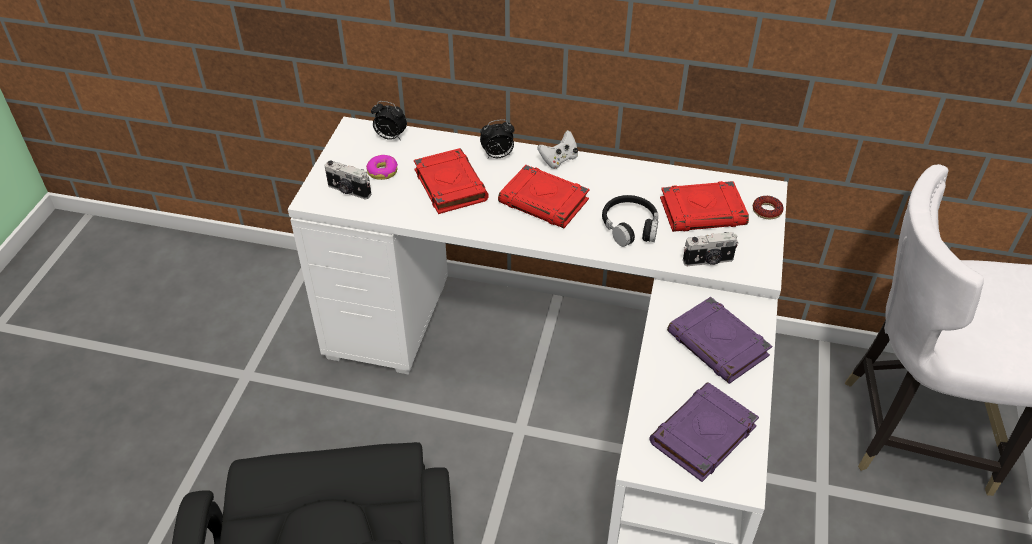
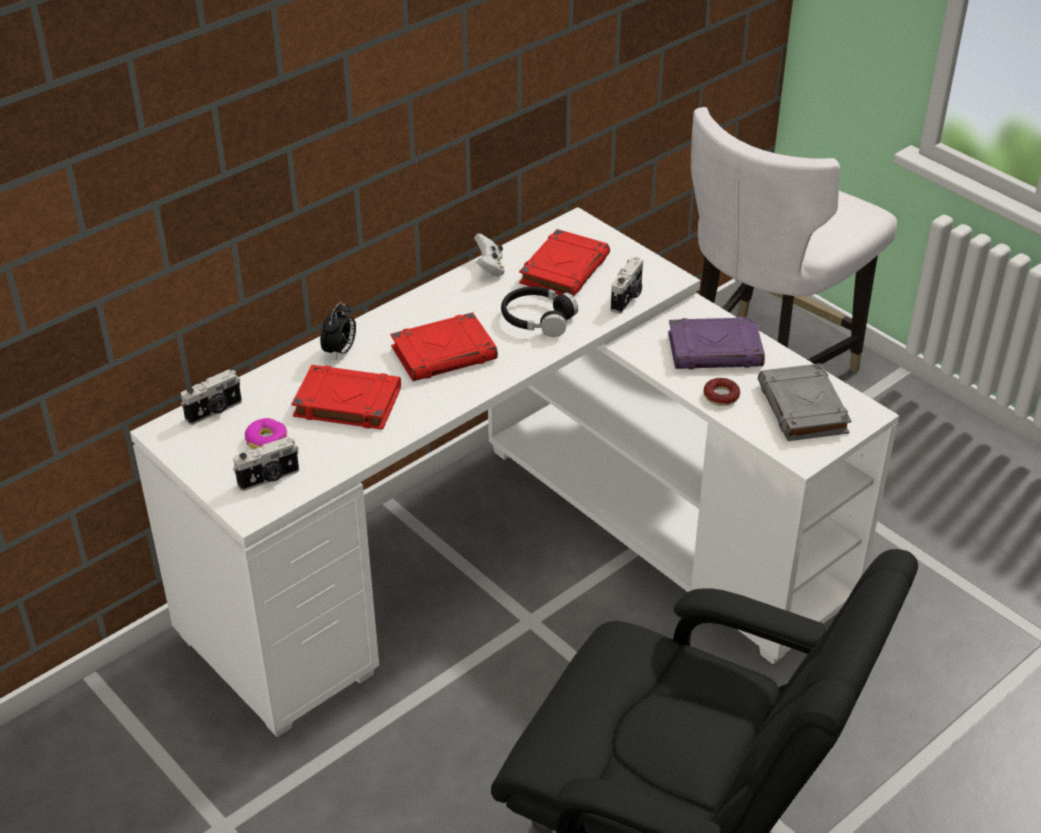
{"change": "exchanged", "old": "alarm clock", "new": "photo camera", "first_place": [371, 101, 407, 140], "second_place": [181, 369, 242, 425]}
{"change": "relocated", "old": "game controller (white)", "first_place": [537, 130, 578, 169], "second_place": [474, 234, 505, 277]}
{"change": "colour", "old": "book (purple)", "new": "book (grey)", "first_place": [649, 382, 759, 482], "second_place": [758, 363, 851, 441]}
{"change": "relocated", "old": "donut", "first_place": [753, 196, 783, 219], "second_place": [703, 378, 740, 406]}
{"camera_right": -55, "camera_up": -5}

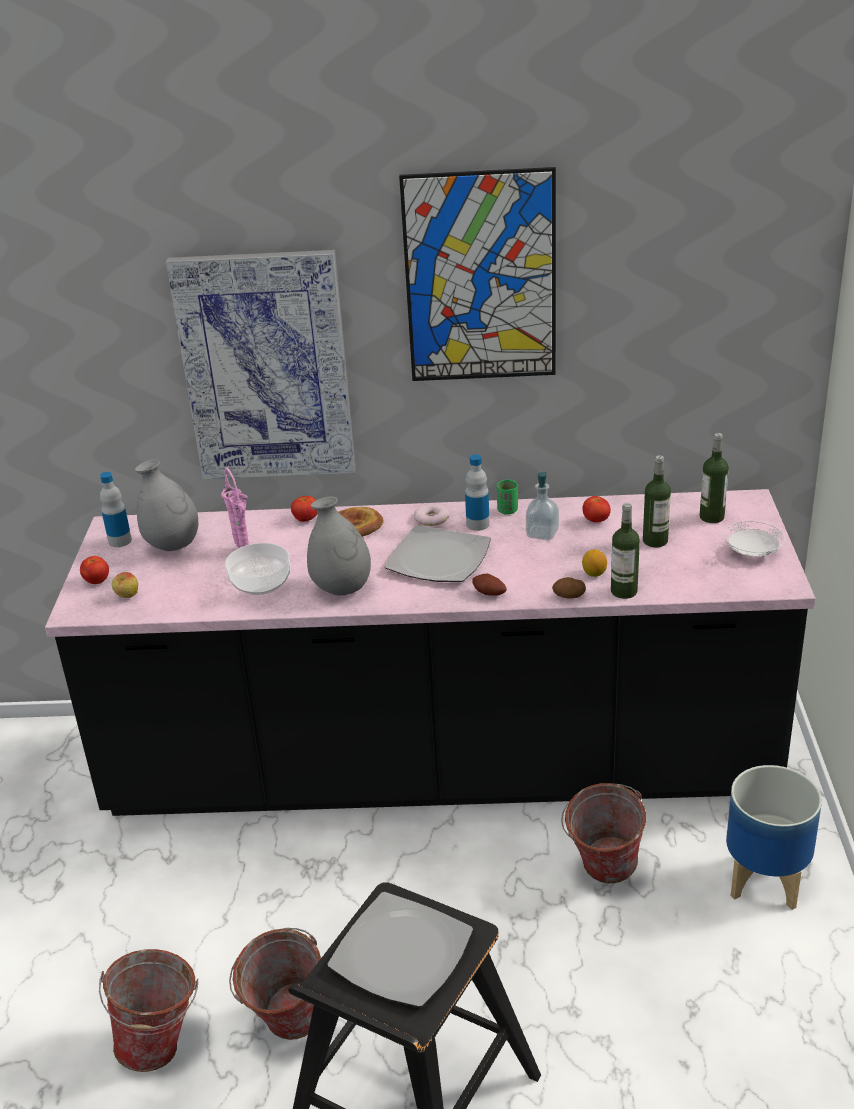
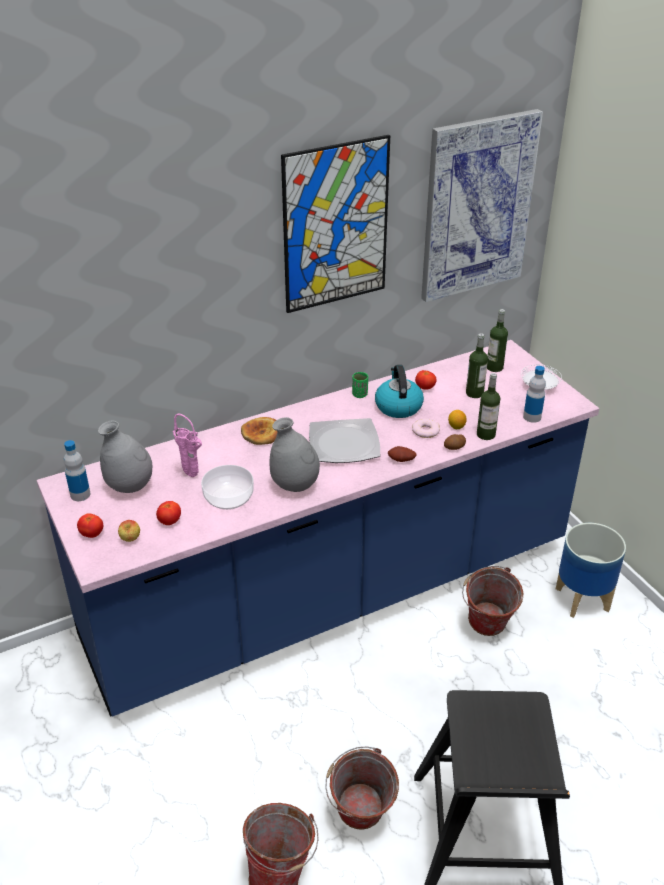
{"change": "colour", "old": "counter (black)", "new": "counter (blue)", "first_place": [45, 489, 815, 816], "second_place": [37, 340, 599, 717]}
{"change": "relocated", "old": "picture", "first_place": [166, 250, 356, 479], "second_place": [421, 109, 543, 302]}
{"change": "relocated", "old": "tomato", "first_place": [291, 496, 317, 522], "second_place": [156, 501, 181, 525]}
{"change": "missing", "old": "plate", "first_place": [327, 892, 473, 1007]}
{"change": "relocated", "old": "donut", "first_place": [414, 504, 450, 526], "second_place": [412, 419, 440, 438]}
{"change": "relocated", "old": "bottle", "first_place": [465, 454, 490, 531], "second_place": [523, 366, 546, 423]}
{"change": "exchanged", "old": "soap dispenser", "new": "kettle", "first_place": [526, 472, 559, 541], "second_place": [375, 365, 424, 418]}
{"camera_right": -30, "camera_up": 5}

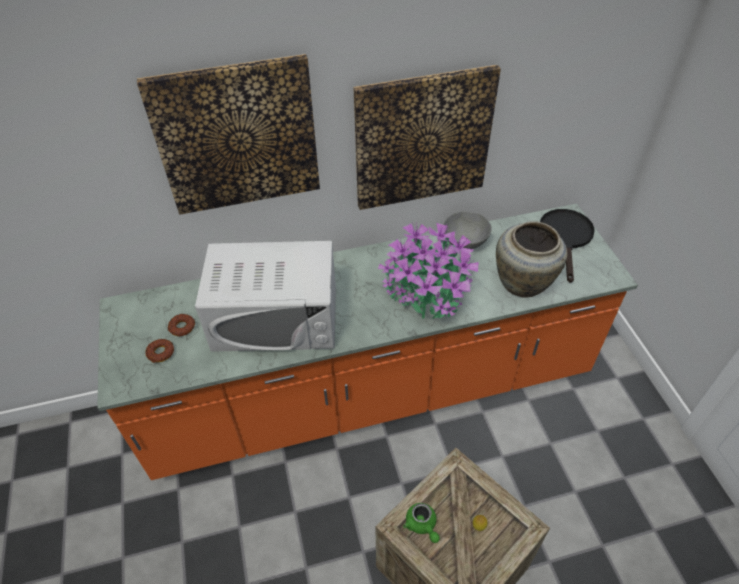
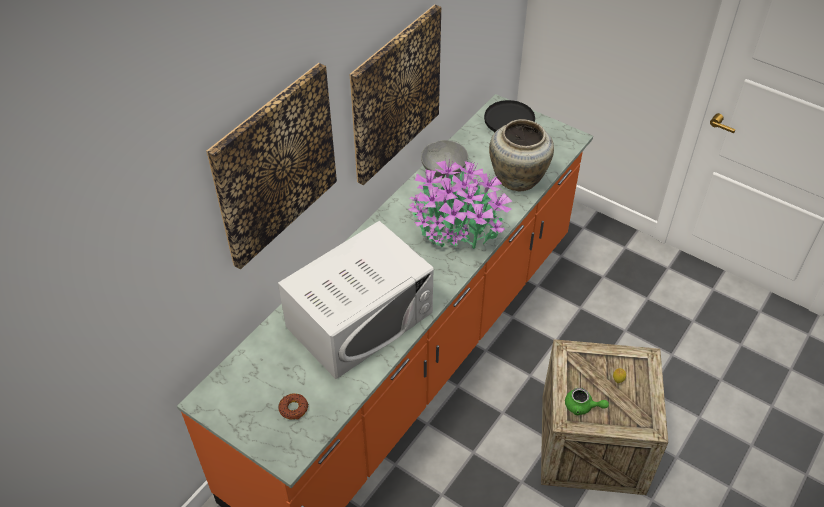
{"change": "missing", "old": "donut", "first_place": [168, 314, 195, 336]}
{"camera_right": -40, "camera_up": 0}

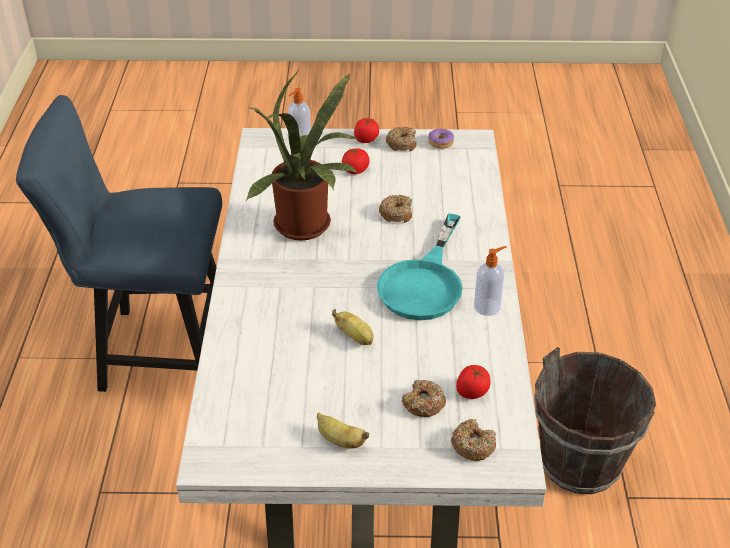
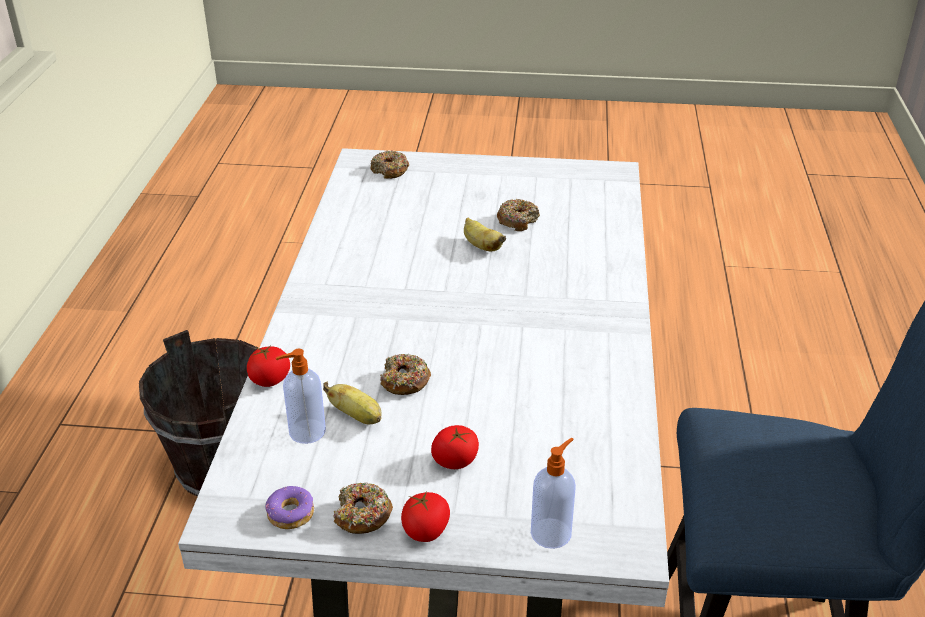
{"change": "missing", "old": "potted plant", "first_place": [246, 67, 360, 241]}
{"change": "relocated", "old": "banana", "first_place": [317, 413, 369, 448], "second_place": [323, 382, 382, 424]}
{"change": "missing", "old": "frying pan (turquoise)", "first_place": [377, 214, 463, 320]}
{"change": "relocated", "old": "donut", "first_place": [401, 379, 446, 417], "second_place": [497, 199, 540, 231]}
{"change": "relocated", "old": "tomato", "first_place": [456, 365, 491, 399], "second_place": [247, 346, 290, 387]}
{"change": "relocated", "old": "soap dispenser", "first_place": [474, 246, 507, 316], "second_place": [276, 349, 326, 444]}
{"camera_right": -175, "camera_up": -5}

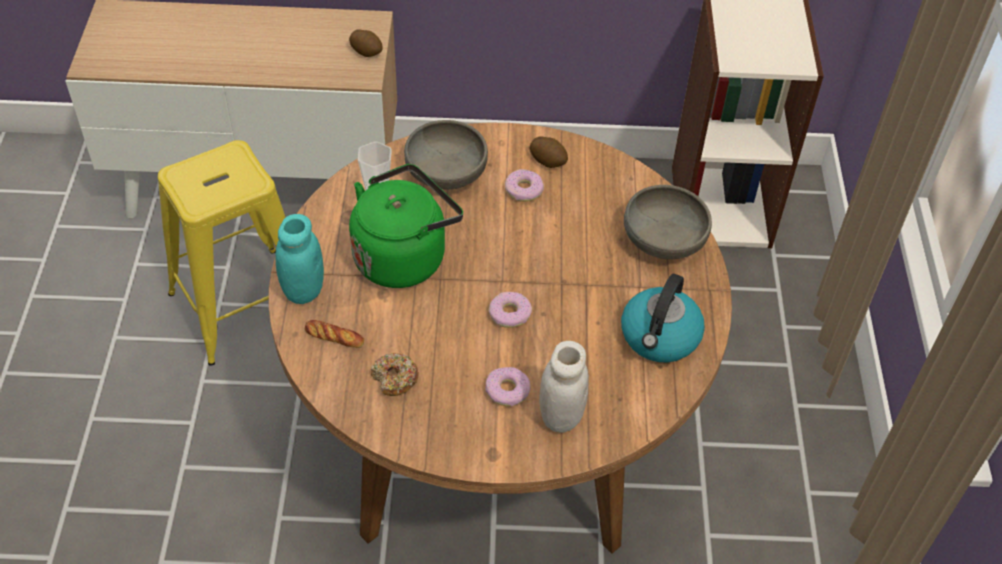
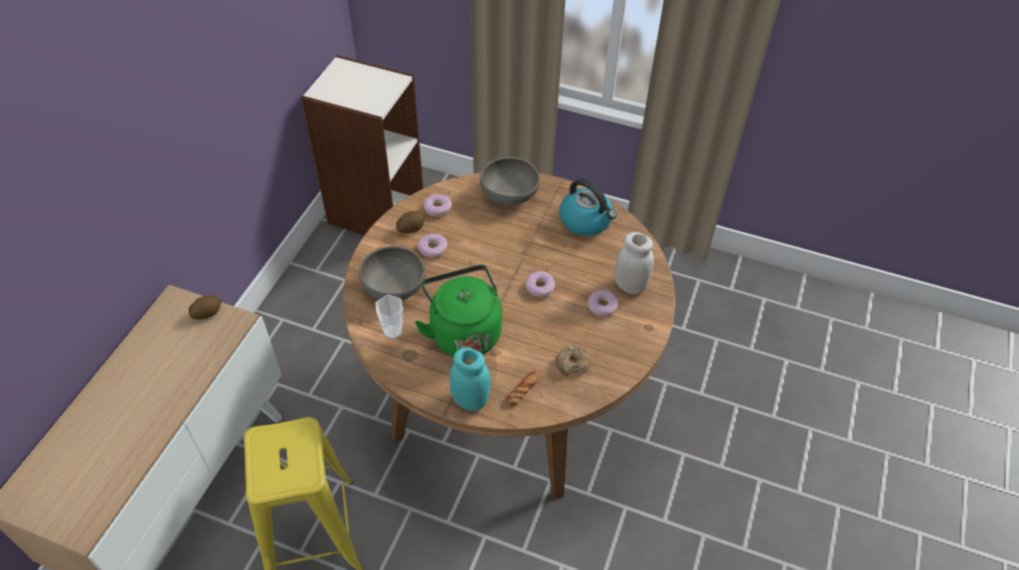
{"change": "appeared", "new": "donut", "second_place": [423, 194, 452, 216]}
{"camera_right": -70, "camera_up": 0}

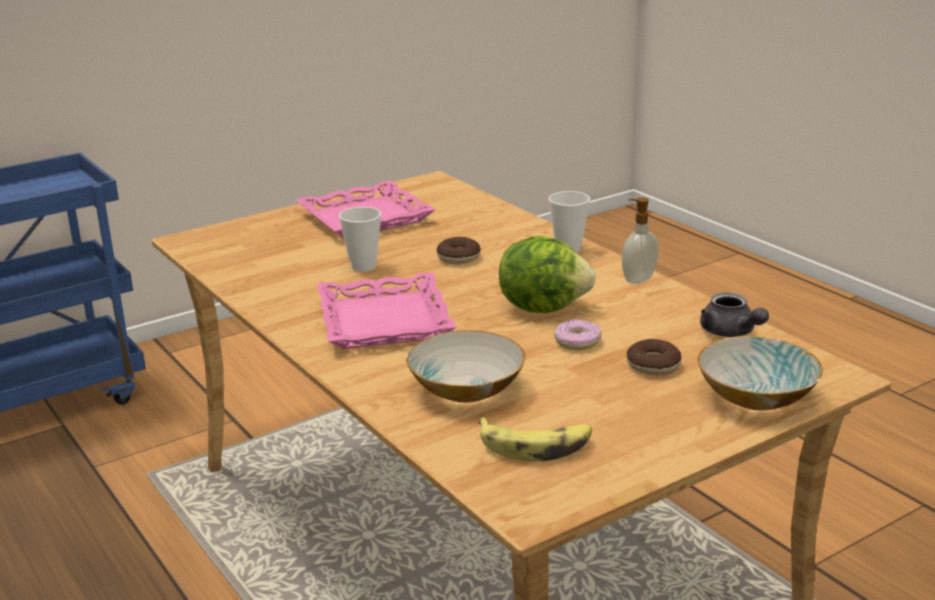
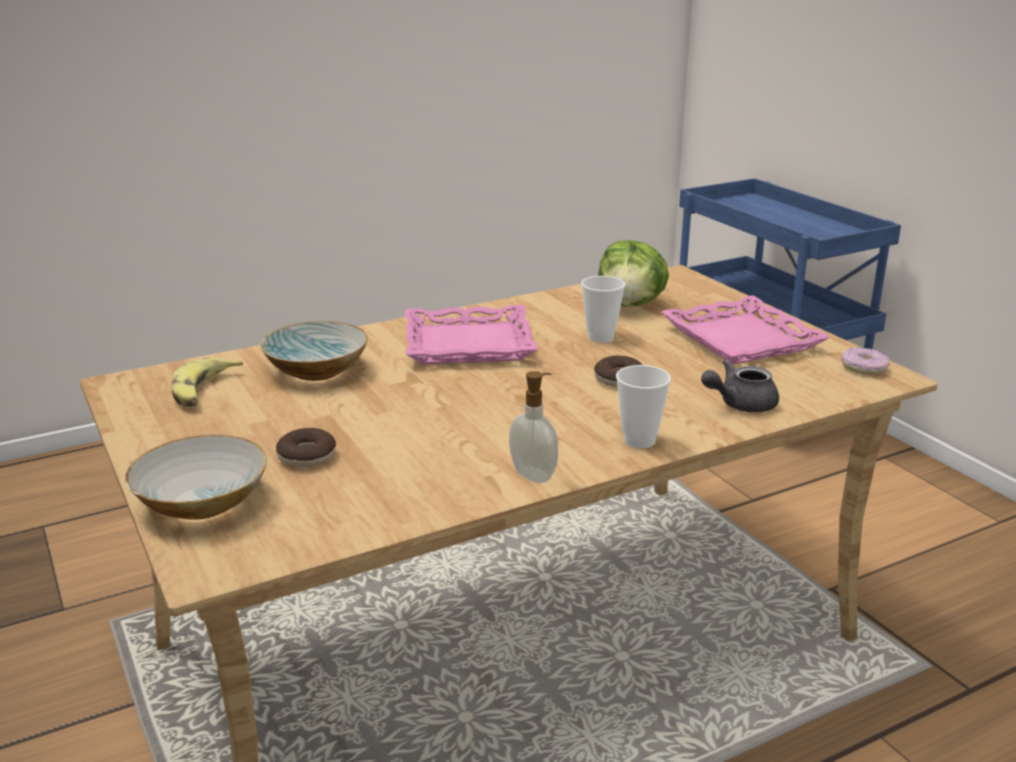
{"change": "relocated", "old": "lettuce", "first_place": [499, 236, 596, 313], "second_place": [598, 240, 669, 307]}
{"change": "relocated", "old": "donut", "first_place": [554, 319, 602, 350], "second_place": [841, 347, 890, 375]}
{"change": "relocated", "old": "teapot (grey)", "first_place": [700, 293, 769, 337], "second_place": [701, 359, 779, 412]}
{"camera_right": 95, "camera_up": 0}

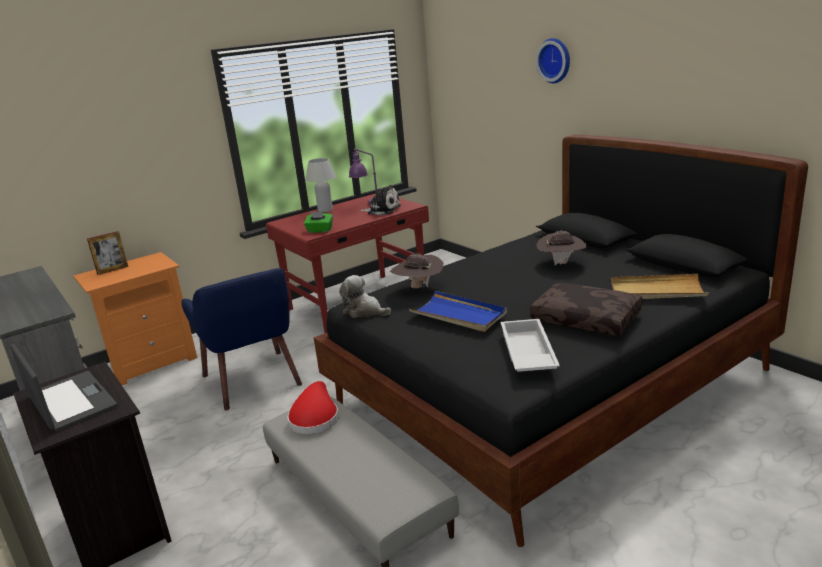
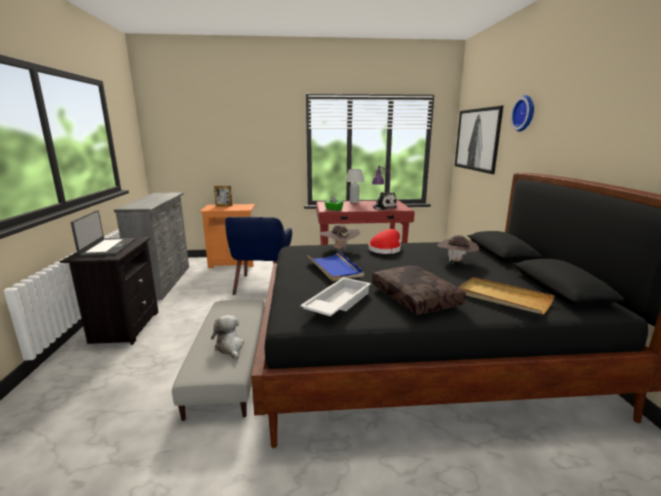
{"change": "relocated", "old": "hat (red)", "first_place": [288, 381, 339, 434], "second_place": [368, 229, 401, 254]}
{"change": "relocated", "old": "plush toy", "first_place": [339, 275, 391, 318], "second_place": [211, 315, 244, 360]}
{"change": "appeared", "new": "picture", "second_place": [455, 106, 503, 174]}
{"camera_right": 30, "camera_up": -5}

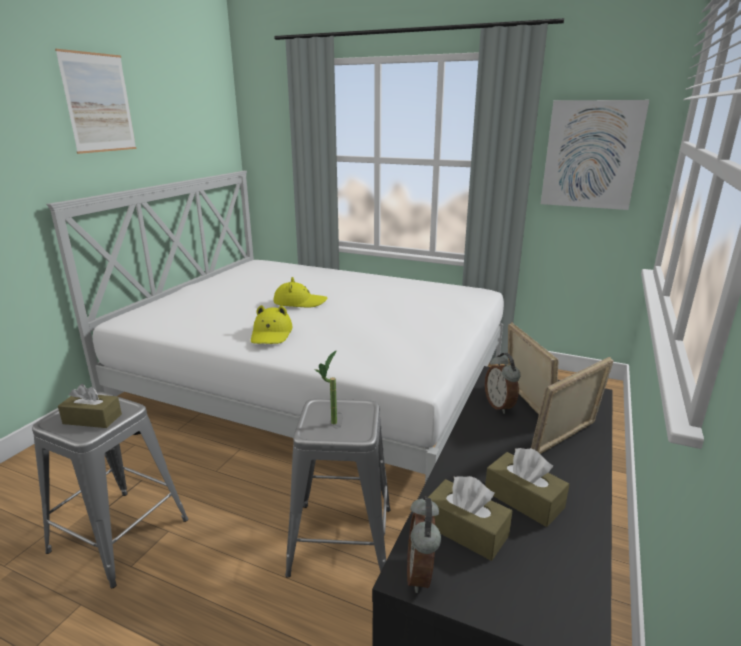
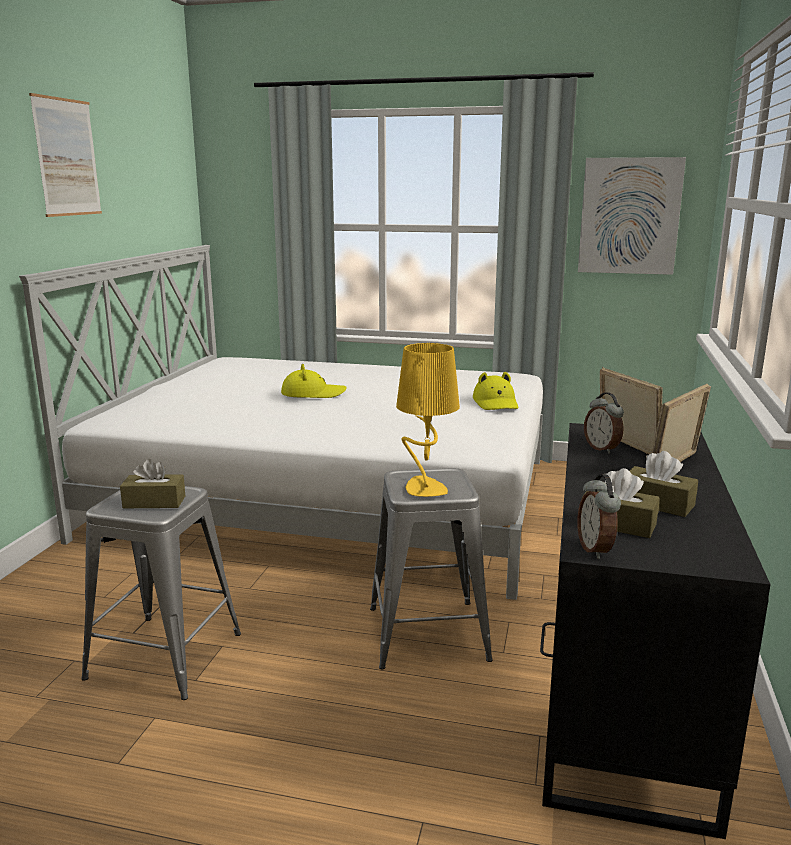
{"change": "relocated", "old": "hat (yellow)", "first_place": [251, 305, 292, 344], "second_place": [473, 372, 519, 410]}
{"change": "exchanged", "old": "potted plant", "new": "table lamp (yellow)", "first_place": [314, 350, 337, 424], "second_place": [396, 343, 460, 497]}
{"camera_right": -10, "camera_up": -5}

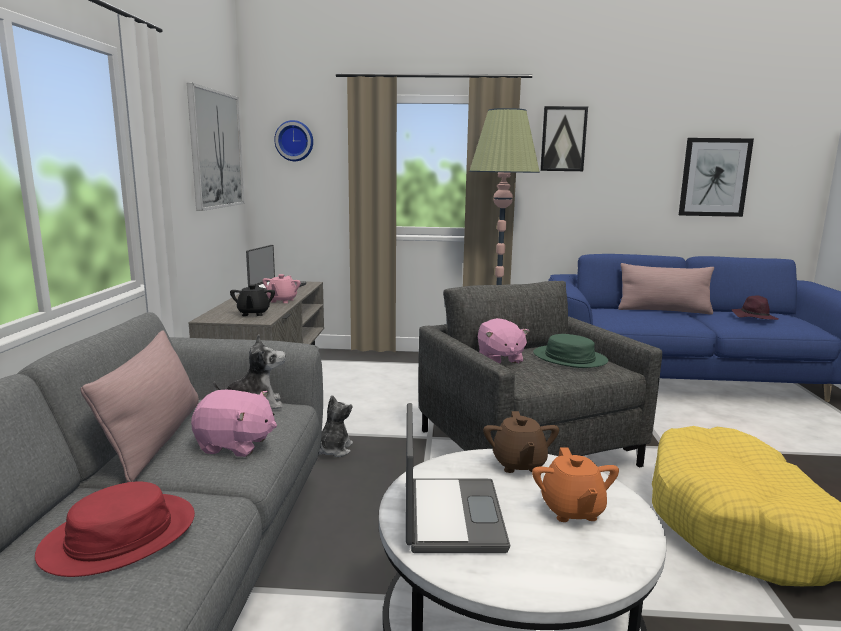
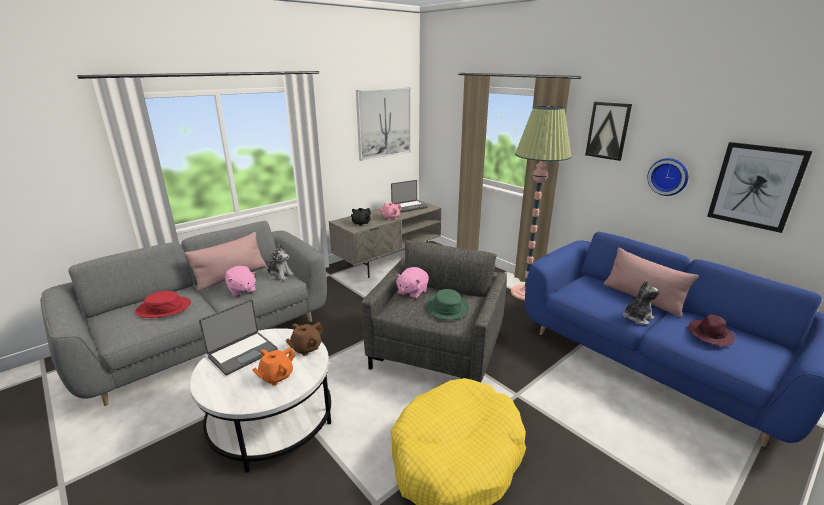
{"change": "relocated", "old": "wall clock", "first_place": [274, 120, 313, 161], "second_place": [647, 158, 688, 196]}
{"change": "relocated", "old": "plush toy", "first_place": [319, 395, 353, 457], "second_place": [623, 280, 660, 325]}
{"camera_right": 45, "camera_up": 10}

